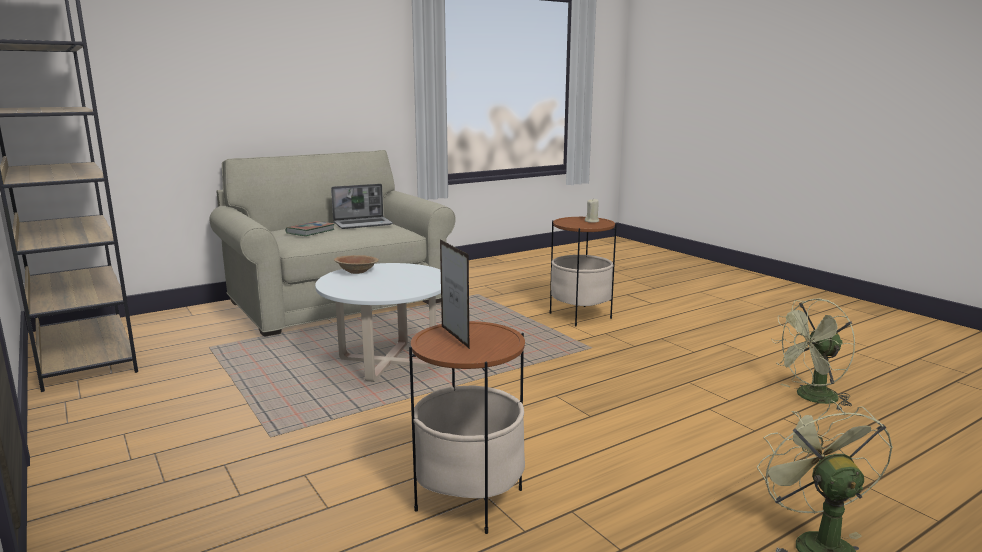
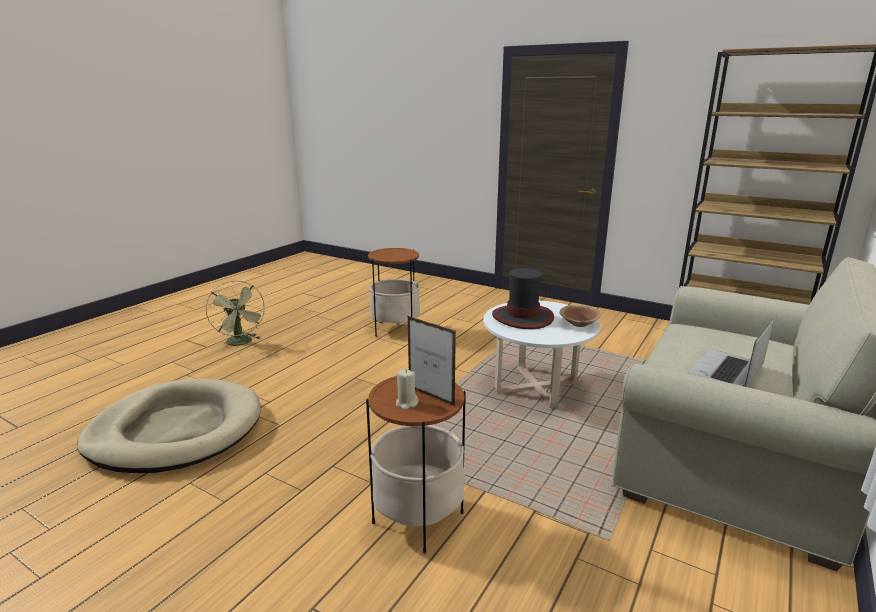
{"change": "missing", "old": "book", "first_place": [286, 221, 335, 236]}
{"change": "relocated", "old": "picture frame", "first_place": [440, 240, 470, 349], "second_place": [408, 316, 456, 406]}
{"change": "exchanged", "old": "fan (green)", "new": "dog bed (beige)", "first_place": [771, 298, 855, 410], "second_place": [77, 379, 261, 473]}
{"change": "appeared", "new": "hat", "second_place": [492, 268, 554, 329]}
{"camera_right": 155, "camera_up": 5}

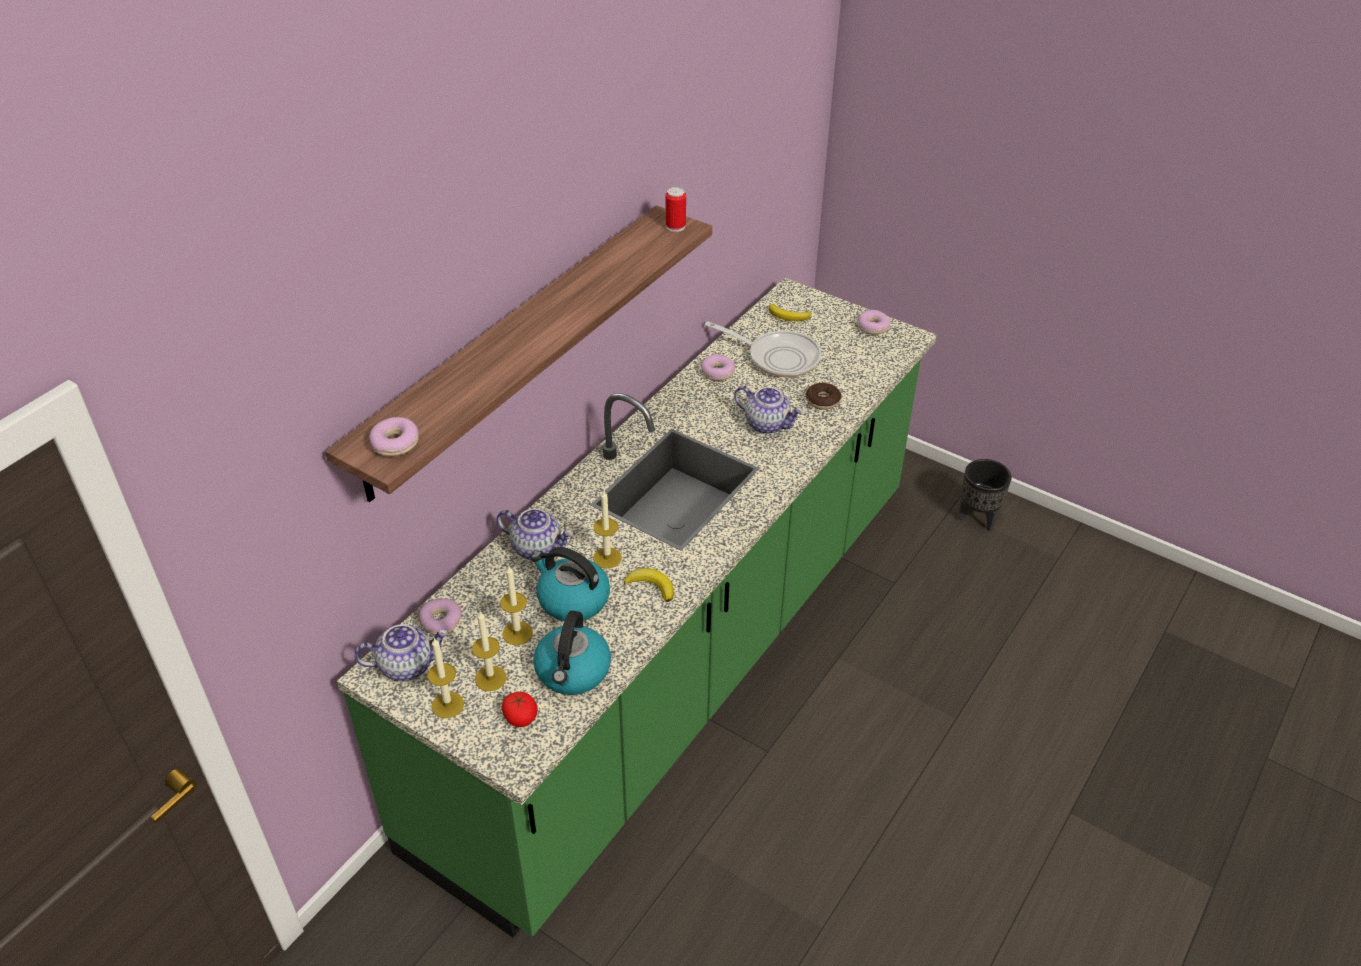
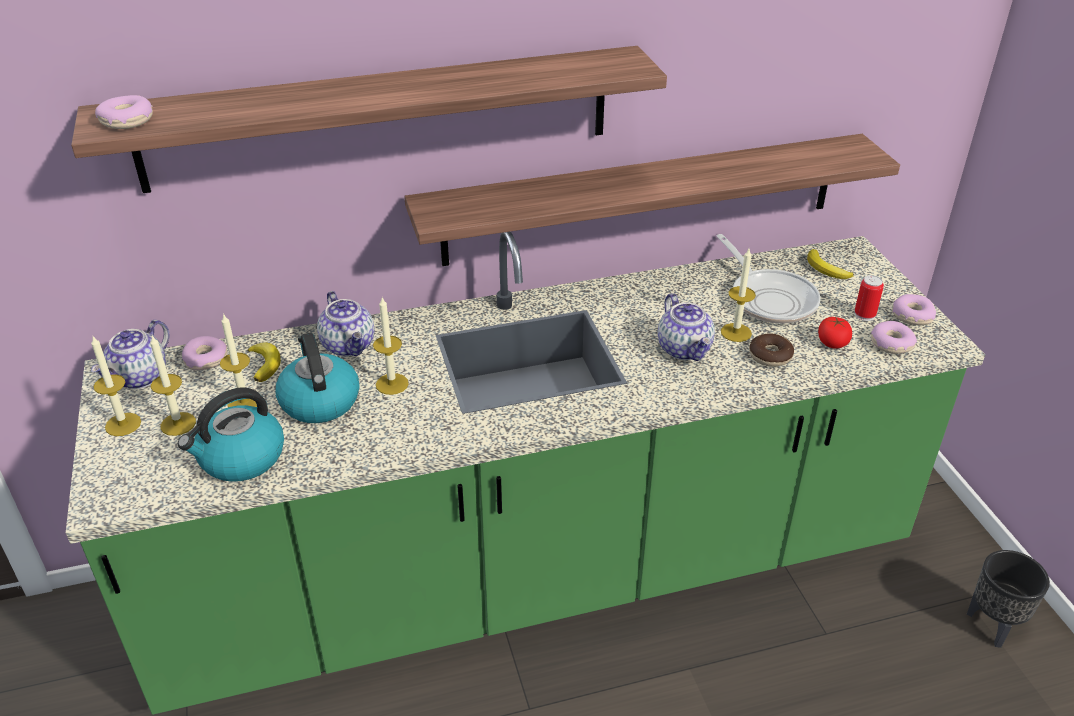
{"change": "spun", "old": "teapot", "first_place": [354, 624, 448, 681], "second_place": [91, 320, 170, 389], "degrees": 90}
{"change": "relocated", "old": "tomato", "first_place": [502, 692, 538, 727], "second_place": [818, 316, 852, 349]}
{"change": "relocated", "old": "banana", "first_place": [624, 568, 674, 602], "second_place": [248, 342, 281, 382]}
{"change": "relocated", "old": "can", "first_place": [666, 187, 686, 232], "second_place": [855, 275, 884, 321]}
{"change": "relocated", "old": "donut", "first_place": [701, 354, 735, 381], "second_place": [871, 321, 917, 354]}
{"change": "appeared", "new": "shelf", "second_place": [404, 134, 900, 266]}
{"change": "appeared", "new": "candle", "second_place": [721, 249, 756, 342]}
{"camera_right": 40, "camera_up": -5}

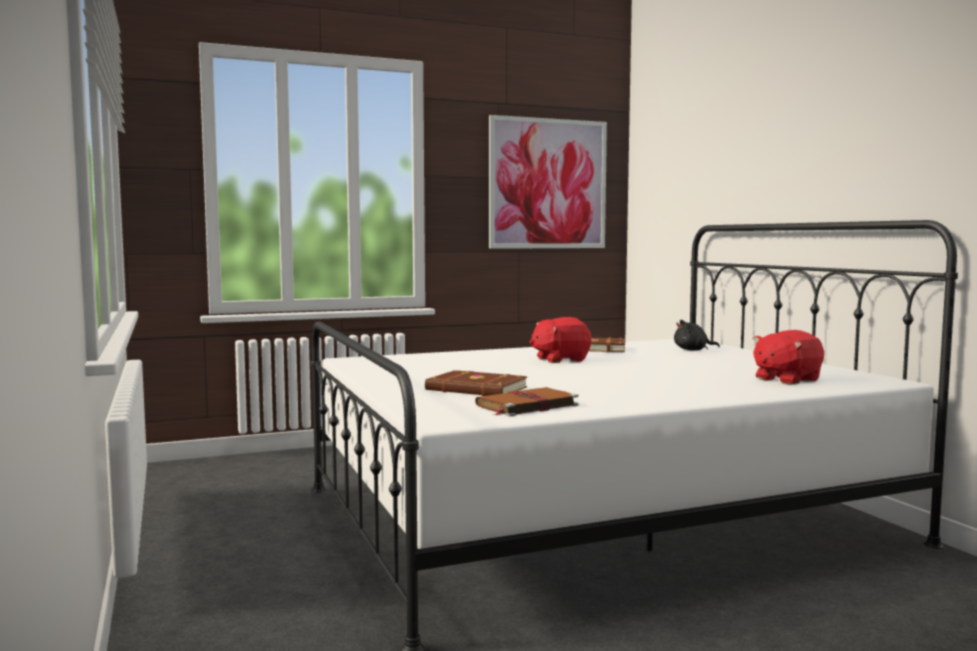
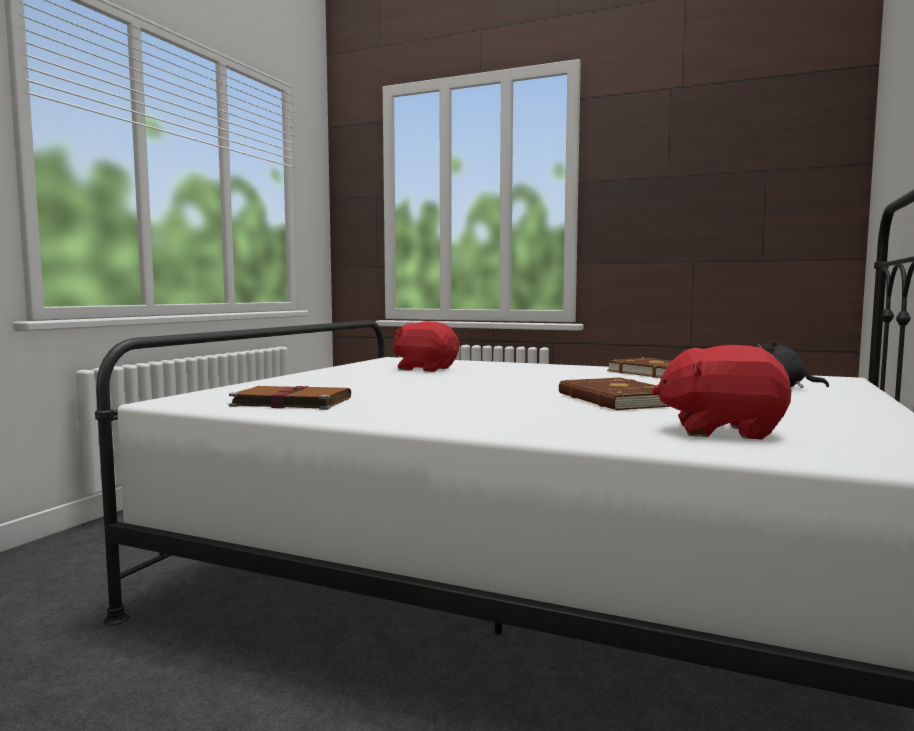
{"change": "relocated", "old": "book (brown)", "first_place": [425, 370, 527, 396], "second_place": [559, 377, 671, 410]}
{"change": "missing", "old": "picture", "first_place": [489, 115, 607, 249]}
{"change": "relocated", "old": "plush toy (red)", "first_place": [529, 317, 592, 363], "second_place": [393, 321, 459, 372]}
{"camera_right": 45, "camera_up": 0}

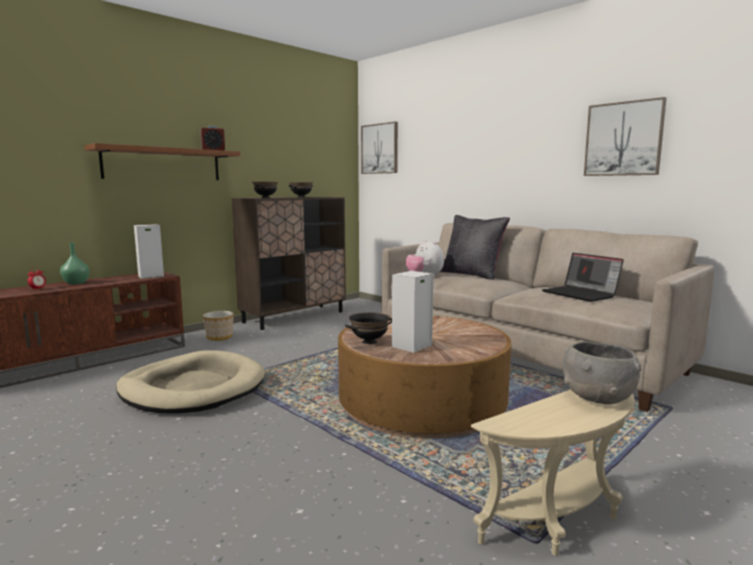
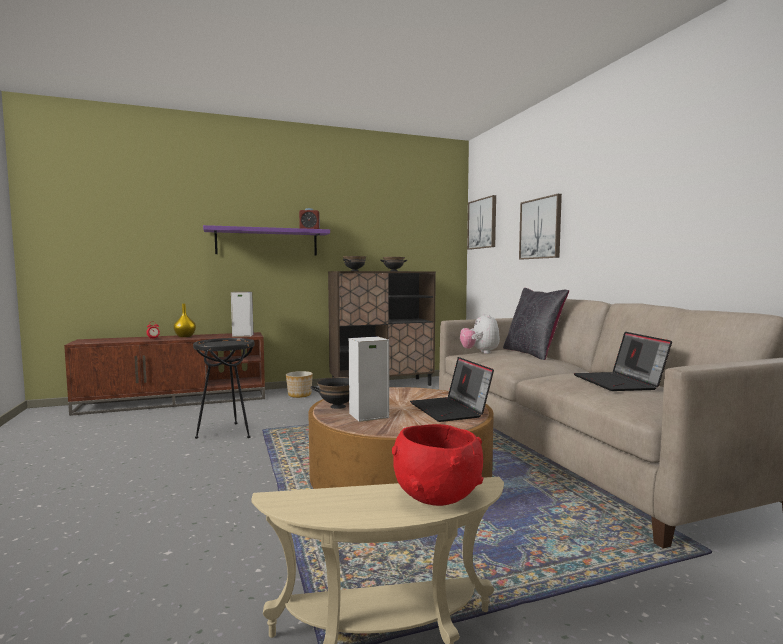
{"change": "colour", "old": "vase (green)", "new": "vase (yellow)", "first_place": [60, 242, 90, 285], "second_place": [174, 304, 196, 337]}
{"change": "colour", "old": "shelf (brown)", "new": "shelf (purple)", "first_place": [85, 143, 240, 180], "second_place": [203, 225, 330, 256]}
{"change": "exchanged", "old": "dog bed (beige)", "new": "side table (black)", "first_place": [116, 351, 265, 413], "second_place": [193, 338, 255, 439]}
{"change": "colour", "old": "bowl (grey)", "new": "bowl (red)", "first_place": [563, 342, 642, 404], "second_place": [392, 424, 483, 506]}
{"change": "relocated", "old": "picture", "first_place": [584, 97, 667, 176], "second_place": [519, 194, 562, 259]}
{"change": "appeared", "new": "laptop", "second_place": [410, 357, 494, 422]}
{"camera_right": 25, "camera_up": -5}

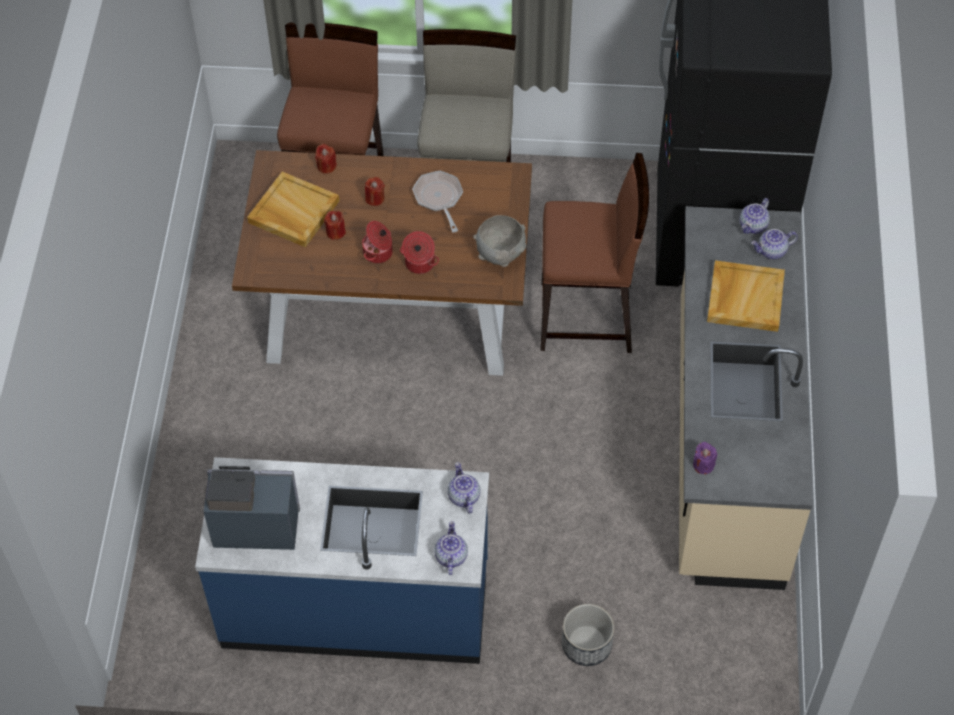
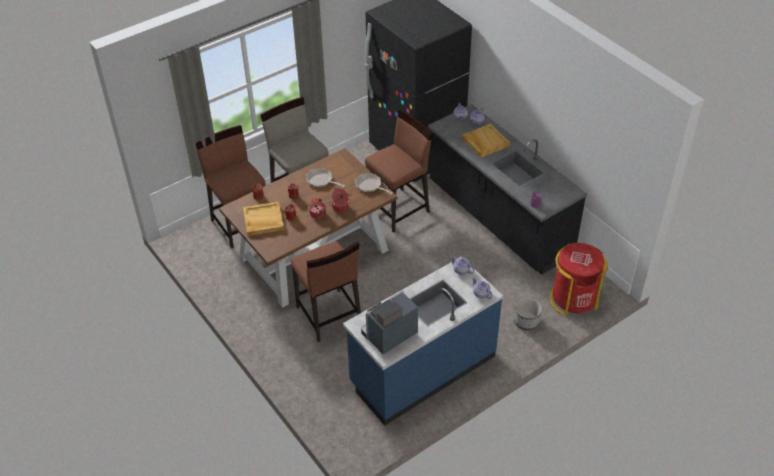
{"change": "exchanged", "old": "bowl (grey)", "new": "frying pan", "first_place": [473, 215, 527, 267], "second_place": [355, 173, 393, 194]}
{"change": "colour", "old": "counter (beige)", "new": "counter (black)", "first_place": [679, 206, 812, 590], "second_place": [428, 104, 587, 275]}
{"change": "appeared", "new": "stool (brown)", "second_place": [291, 241, 361, 342]}
{"change": "appeared", "new": "trash can (red)", "second_place": [550, 243, 608, 316]}
{"camera_right": -40, "camera_up": -10}

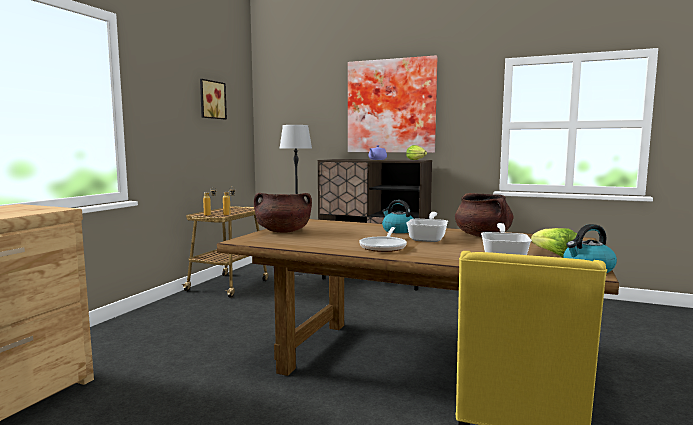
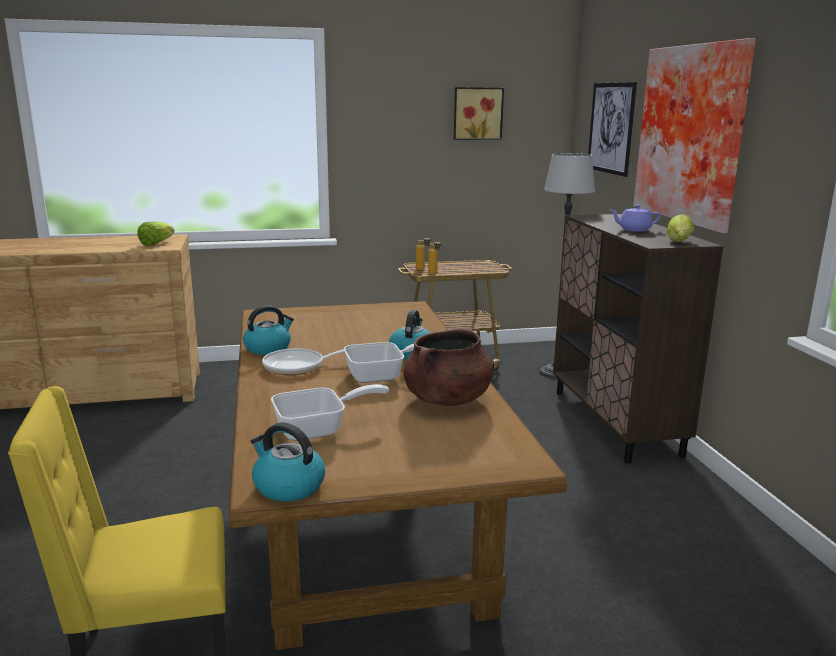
{"change": "missing", "old": "cooking pot (brown)", "first_place": [254, 193, 312, 233]}
{"change": "relocated", "old": "lettuce", "first_place": [531, 228, 577, 257], "second_place": [137, 222, 175, 246]}
{"change": "appeared", "new": "kettle", "second_place": [243, 305, 294, 355]}
{"change": "appeared", "new": "picture", "second_place": [588, 82, 637, 177]}
{"camera_right": 55, "camera_up": 10}

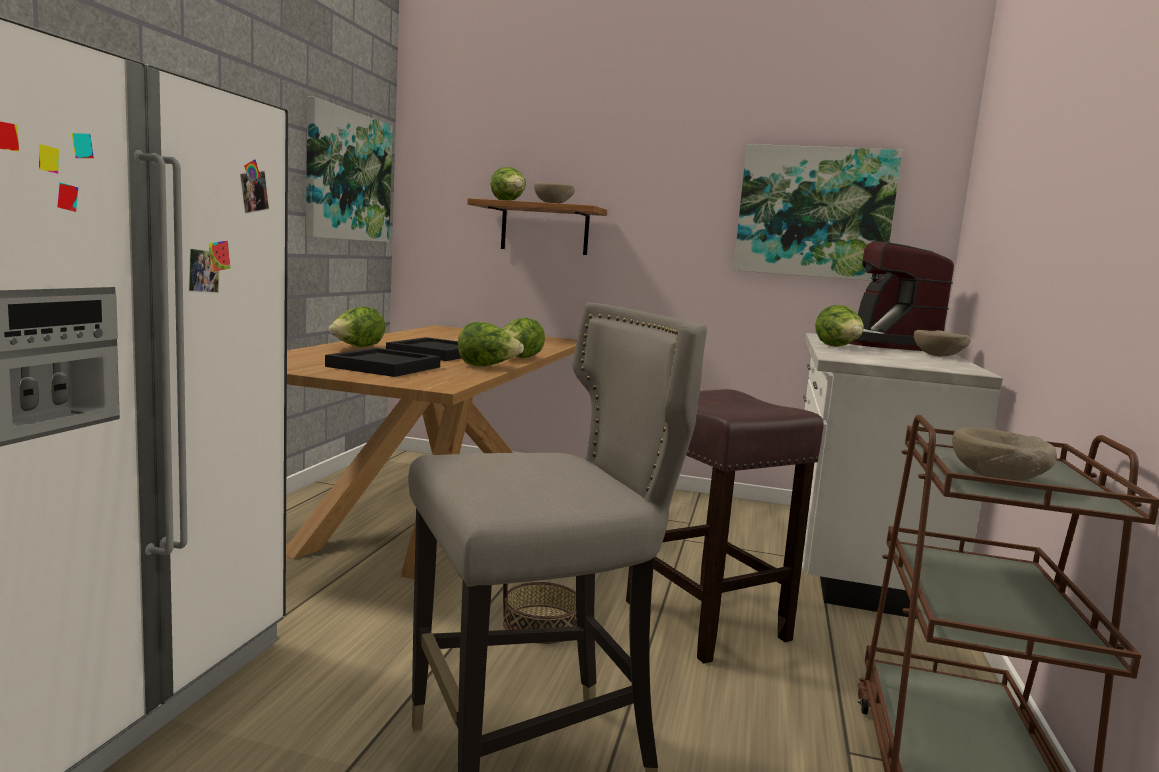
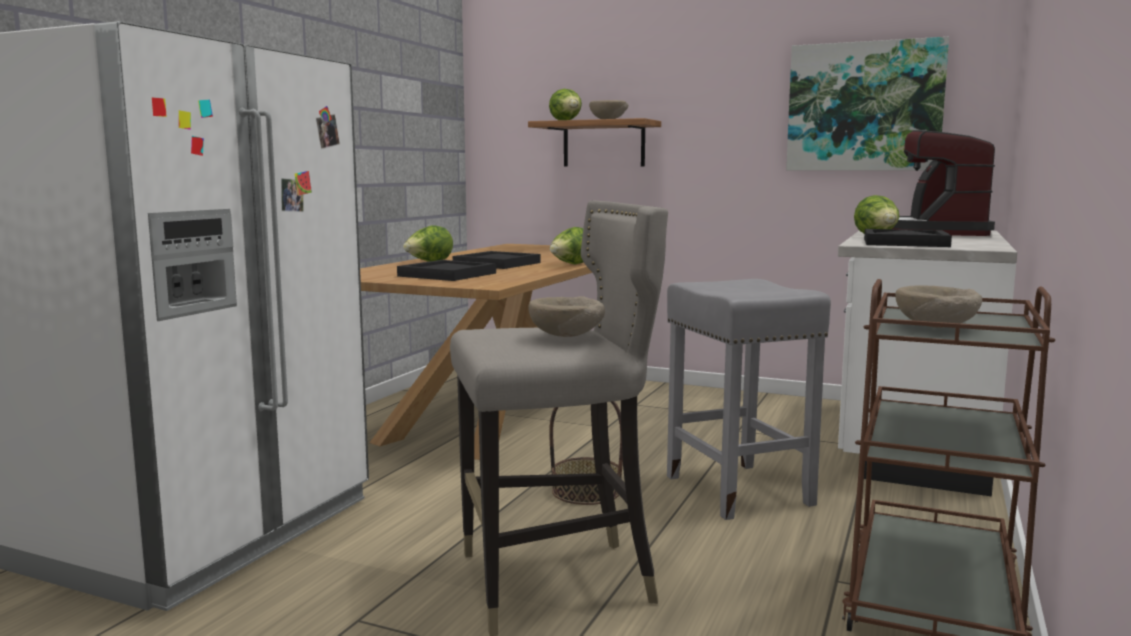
{"change": "missing", "old": "picture", "first_place": [306, 97, 393, 242]}
{"change": "missing", "old": "lettuce", "first_place": [458, 322, 524, 366]}
{"change": "colour", "old": "stool (brown)", "new": "stool (grey)", "first_place": [626, 389, 824, 664], "second_place": [667, 279, 831, 520]}
{"change": "relocated", "old": "bowl (beige)", "first_place": [914, 330, 971, 356], "second_place": [528, 296, 605, 337]}
{"change": "appeared", "new": "tray (black)", "second_place": [864, 229, 952, 247]}
{"camera_right": 10, "camera_up": 0}

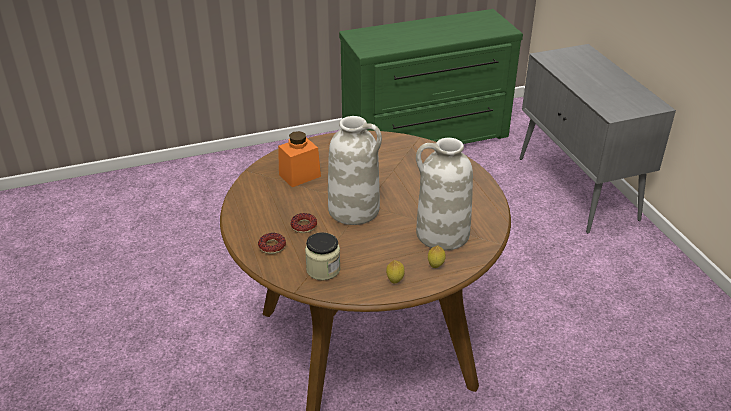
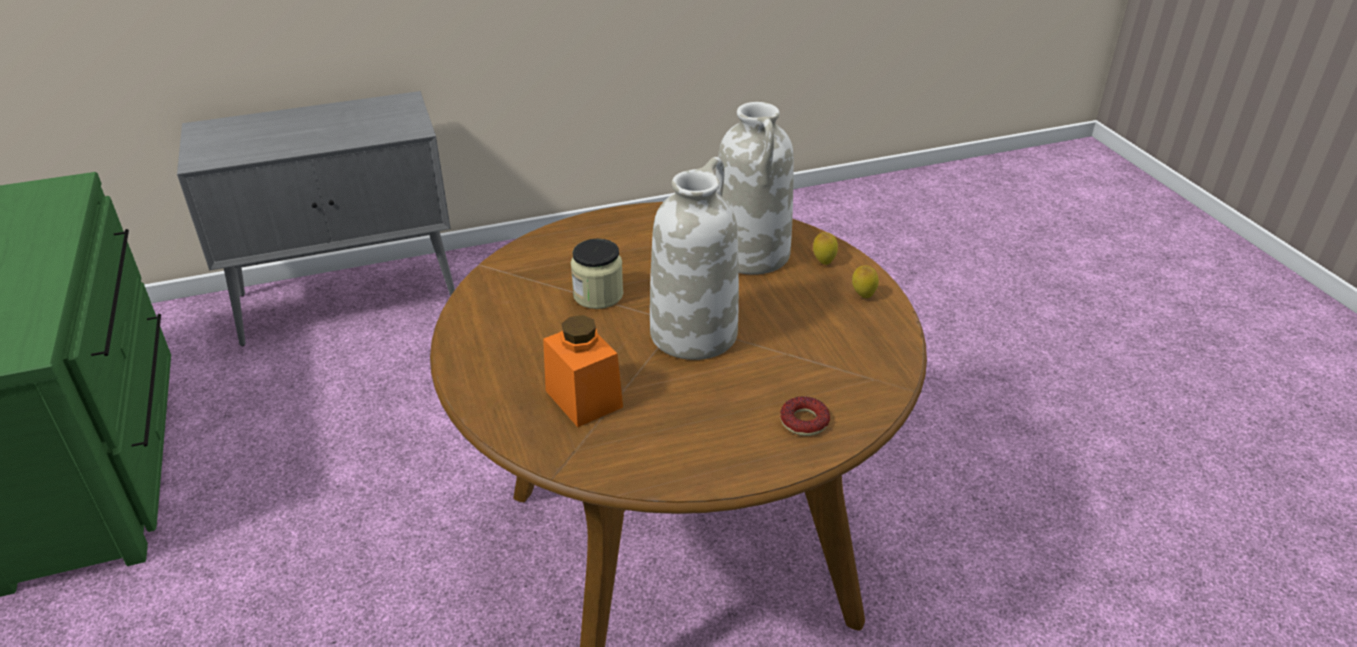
{"change": "missing", "old": "donut", "first_place": [290, 213, 317, 233]}
{"change": "relocated", "old": "jar", "first_place": [305, 232, 340, 280], "second_place": [571, 239, 623, 309]}
{"camera_right": -90, "camera_up": 0}

